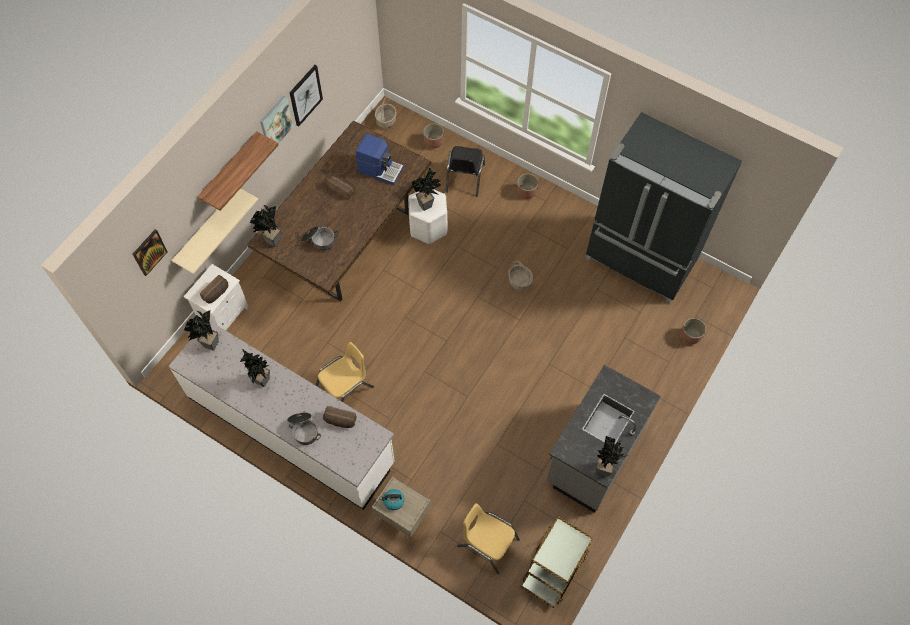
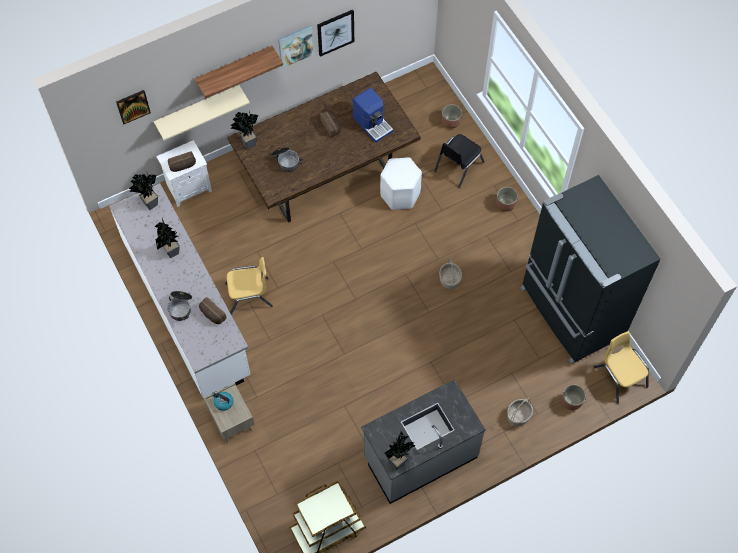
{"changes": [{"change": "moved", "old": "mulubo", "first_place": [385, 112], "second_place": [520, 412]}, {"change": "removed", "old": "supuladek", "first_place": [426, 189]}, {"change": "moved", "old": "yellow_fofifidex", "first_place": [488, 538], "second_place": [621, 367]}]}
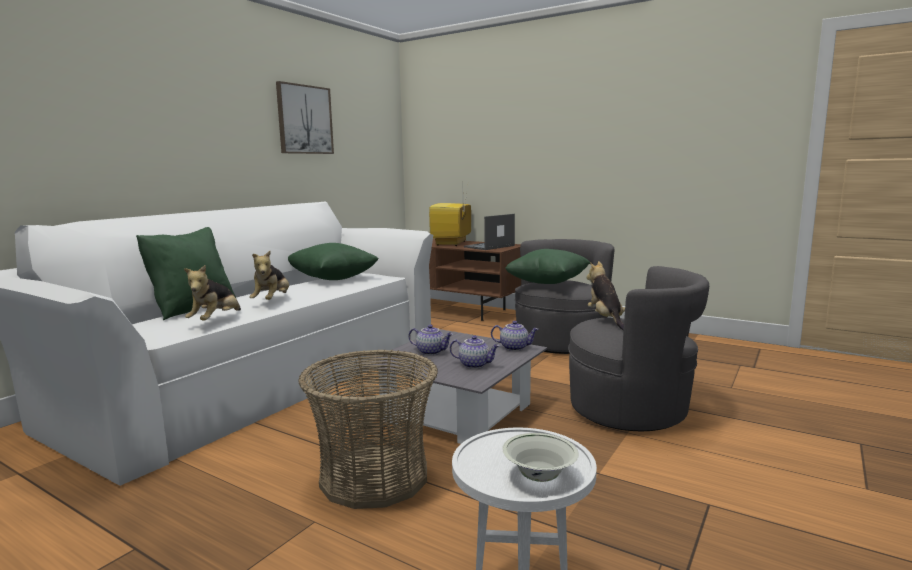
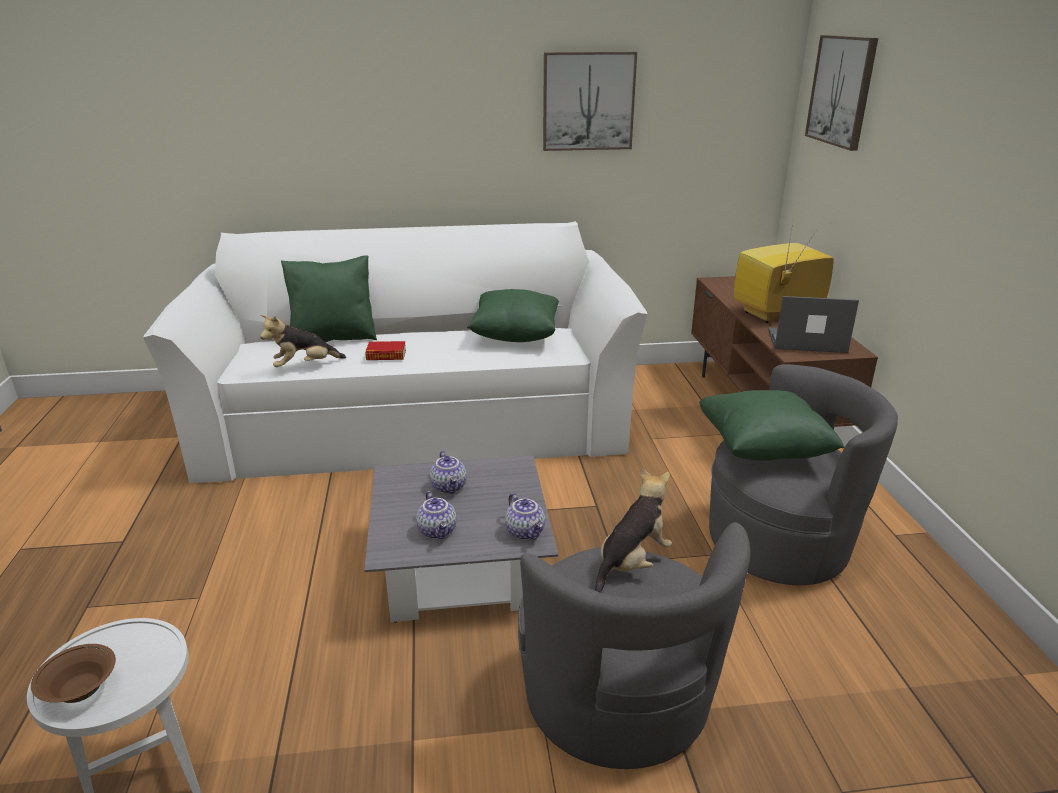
{"changes": [{"change": "replaced", "old": "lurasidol", "new": "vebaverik", "first_place": [269, 275], "second_place": [385, 350]}, {"change": "removed", "old": "mulubo", "first_place": [368, 429]}, {"change": "recoloured", "old": "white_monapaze", "new": "brown_monapaze", "first_place": [540, 457], "second_place": [73, 673]}, {"change": "added", "new": "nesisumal", "second_place": [841, 93]}]}
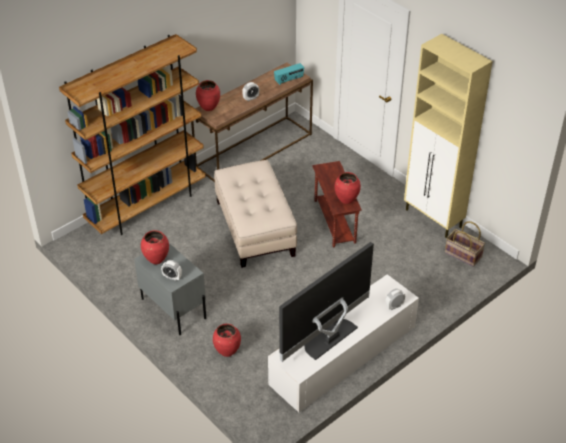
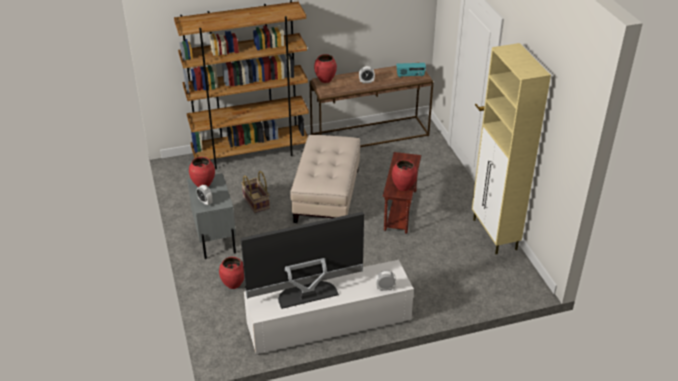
{"changes": [{"change": "moved", "old": "mulubo", "first_place": [465, 244], "second_place": [255, 192]}]}
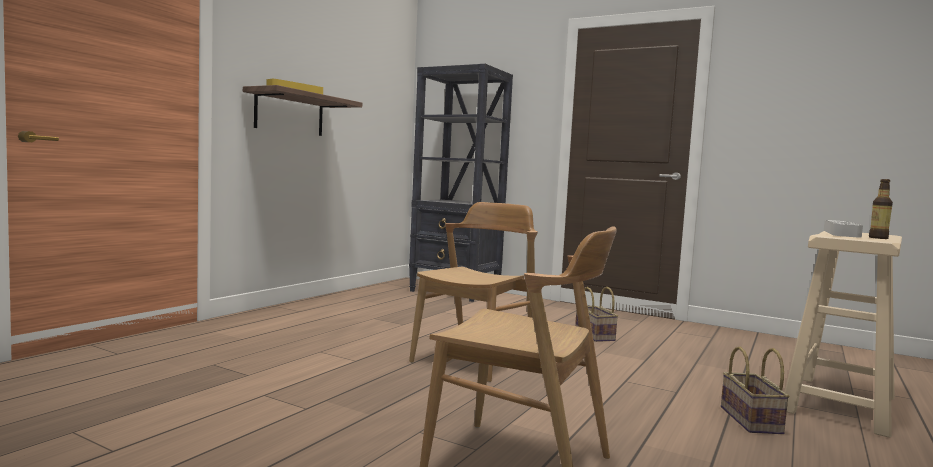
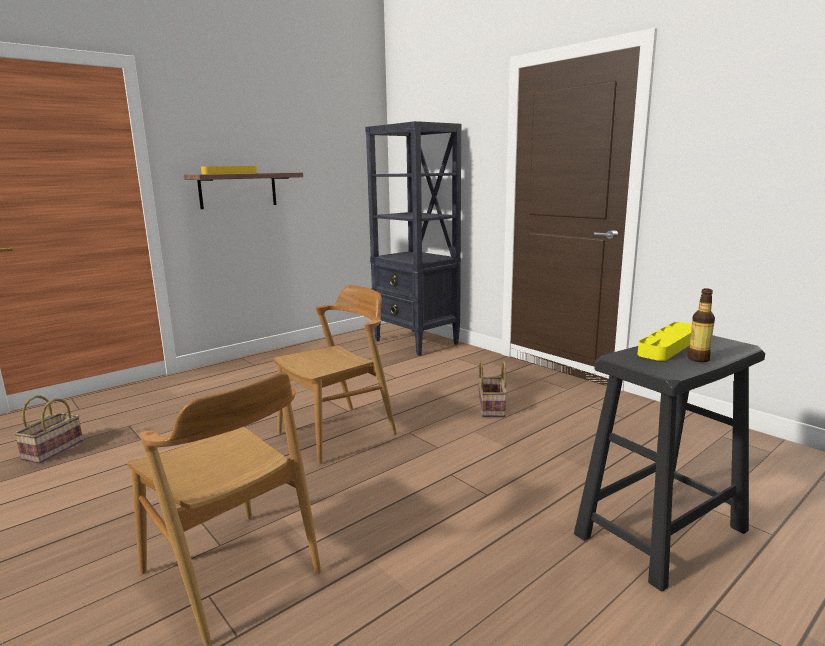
{"changes": [{"change": "recoloured", "old": "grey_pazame", "new": "yellow_pazame", "first_place": [843, 229], "second_place": [664, 341]}, {"change": "recoloured", "old": "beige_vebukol", "new": "black_vebukol", "first_place": [843, 334], "second_place": [669, 463]}, {"change": "moved", "old": "mulubo", "first_place": [755, 390], "second_place": [48, 429]}]}
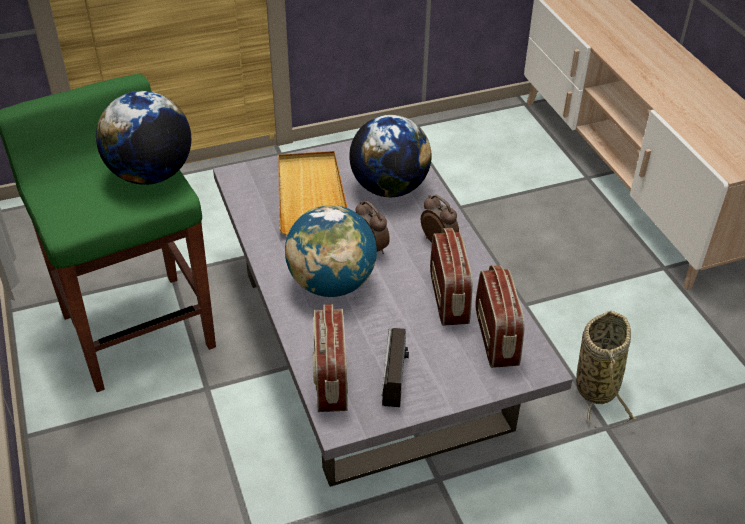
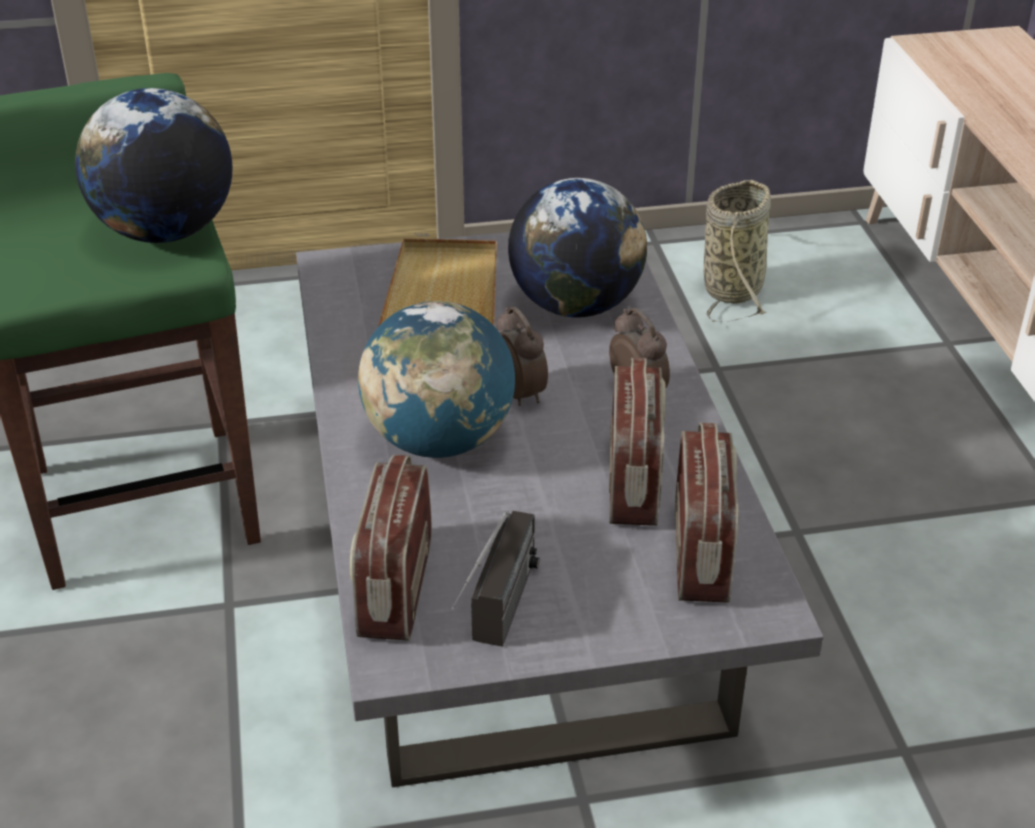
{"changes": [{"change": "moved", "old": "mulubo", "first_place": [606, 369], "second_place": [737, 251]}]}
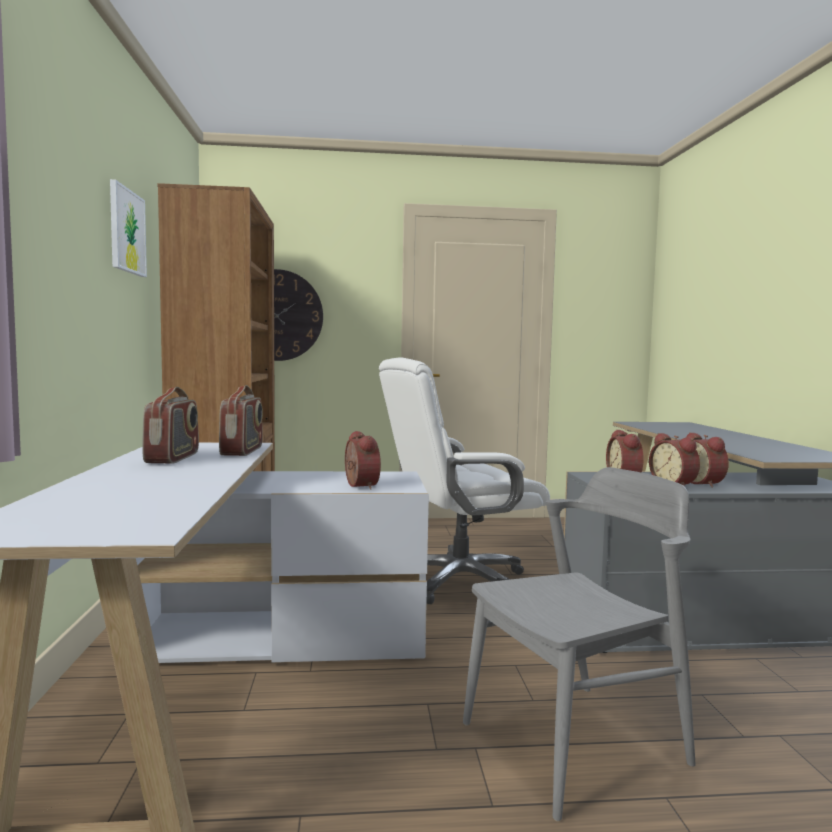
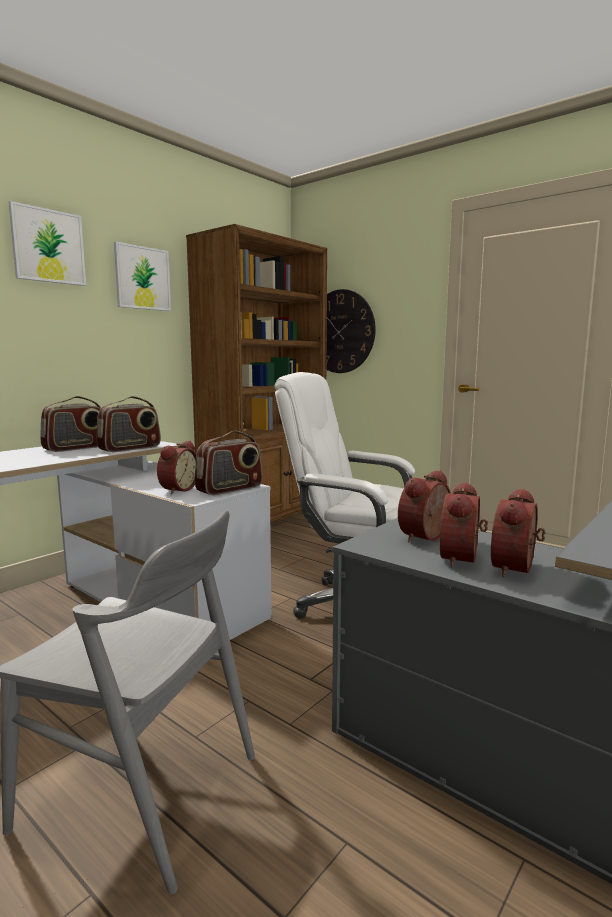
{"changes": [{"change": "added", "new": "nesisumal", "second_place": [47, 243]}, {"change": "added", "new": "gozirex", "second_place": [228, 463]}]}
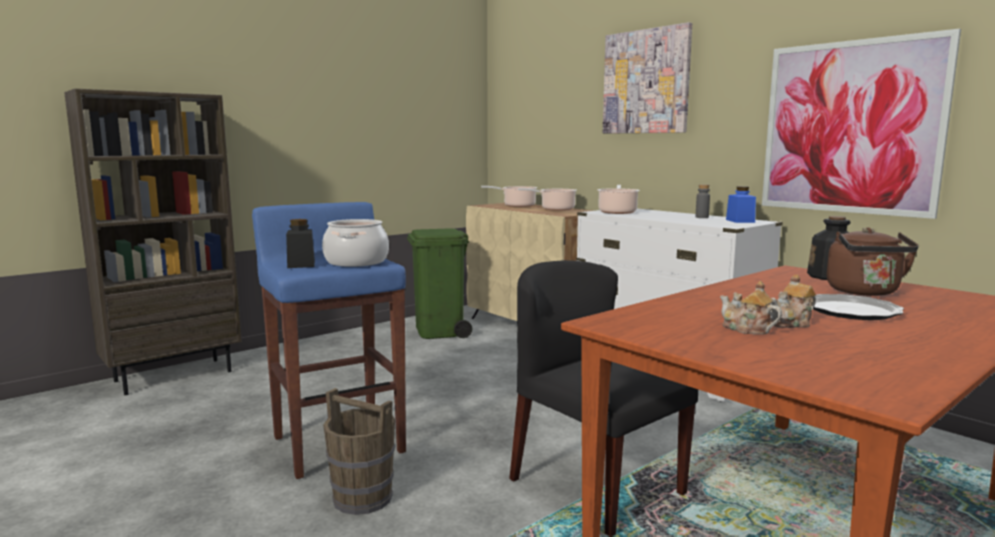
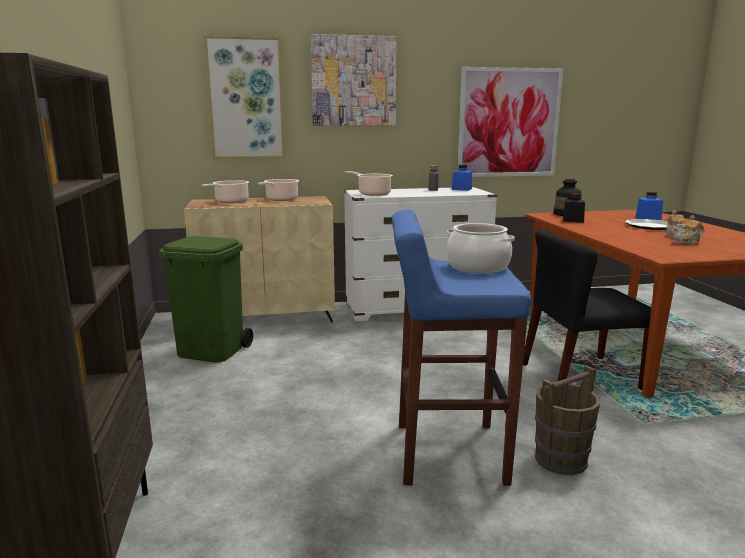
{"changes": [{"change": "moved", "old": "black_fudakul", "first_place": [300, 243], "second_place": [574, 208]}, {"change": "removed", "old": "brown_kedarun", "first_place": [872, 261]}, {"change": "added", "new": "nesisumal", "second_place": [244, 97]}, {"change": "added", "new": "blue_fudakul", "second_place": [649, 206]}]}
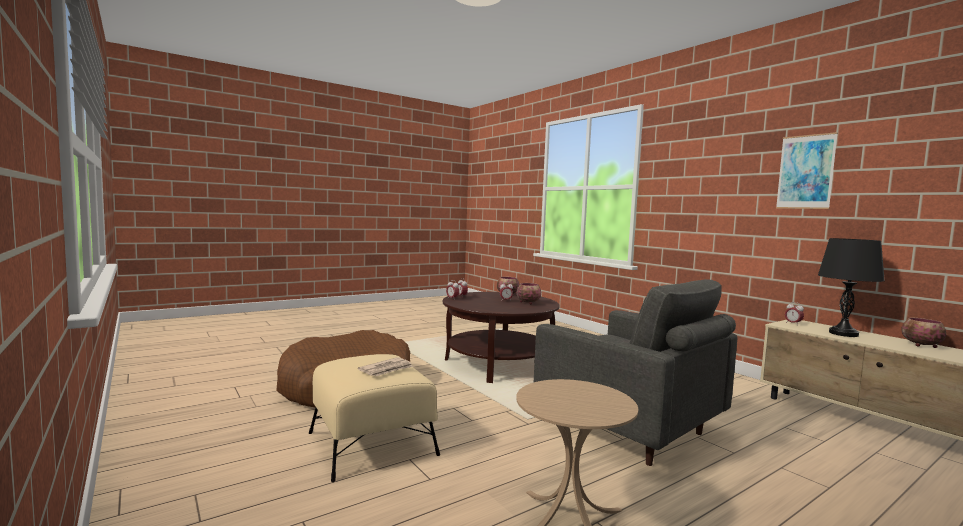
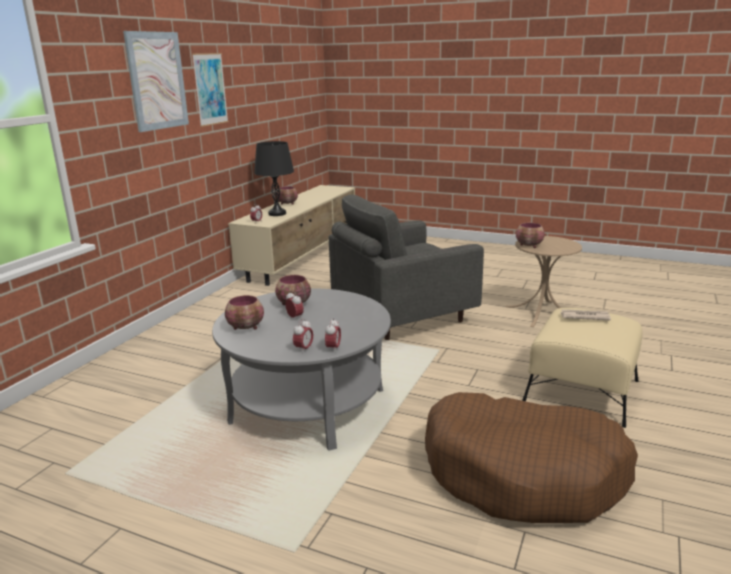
{"changes": [{"change": "turned", "old": "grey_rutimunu", "first_place": [635, 372], "second_place": [406, 267], "degrees": -135}, {"change": "recoloured", "old": "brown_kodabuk", "new": "grey_kodabuk", "first_place": [501, 337], "second_place": [301, 370]}, {"change": "added", "new": "nesisumal", "second_place": [156, 81]}, {"change": "added", "new": "monapaze", "second_place": [530, 235]}]}
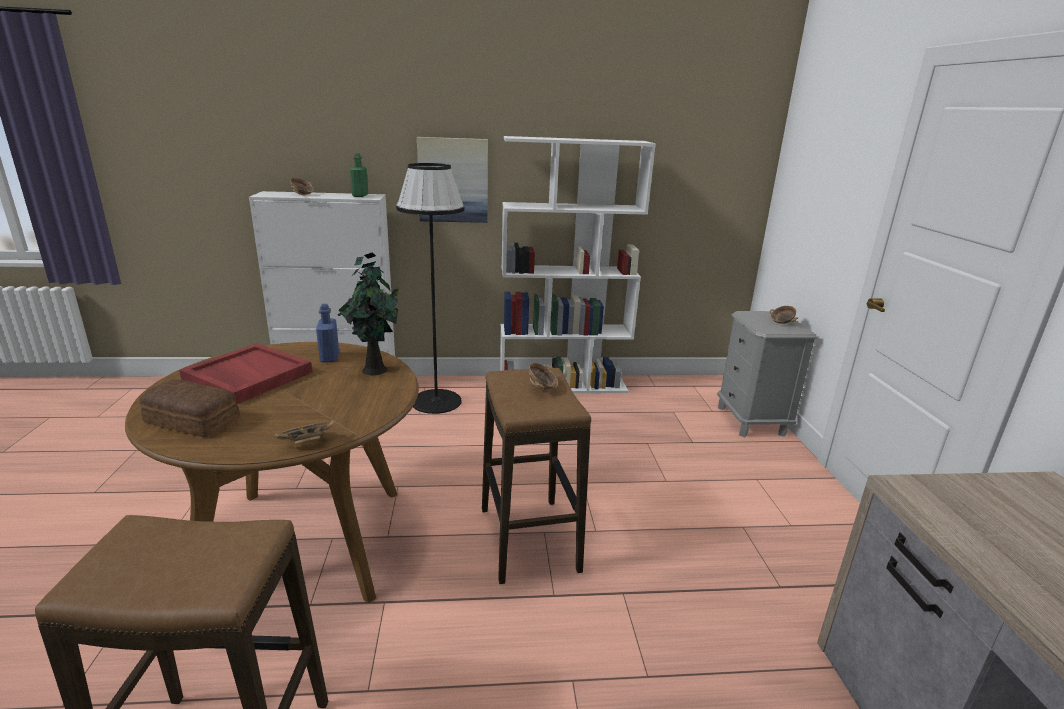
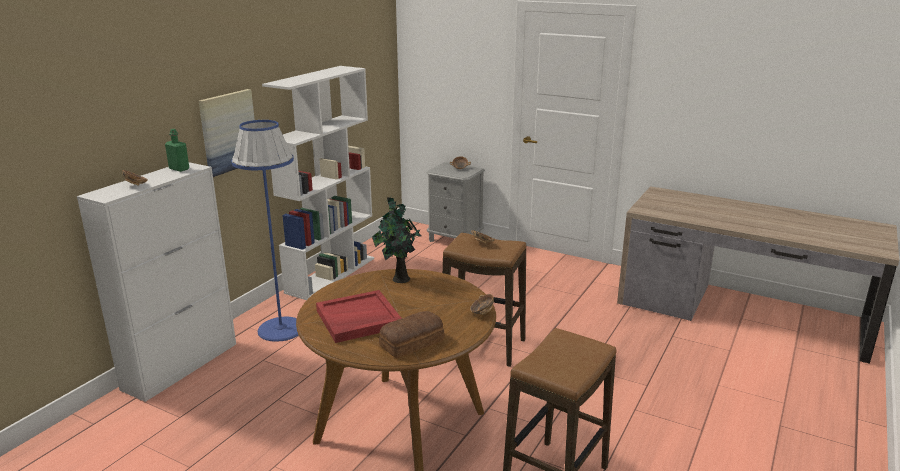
{"changes": [{"change": "recoloured", "old": "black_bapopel", "new": "blue_bapopel", "first_place": [430, 288], "second_place": [265, 231]}, {"change": "removed", "old": "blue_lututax", "first_place": [327, 333]}]}
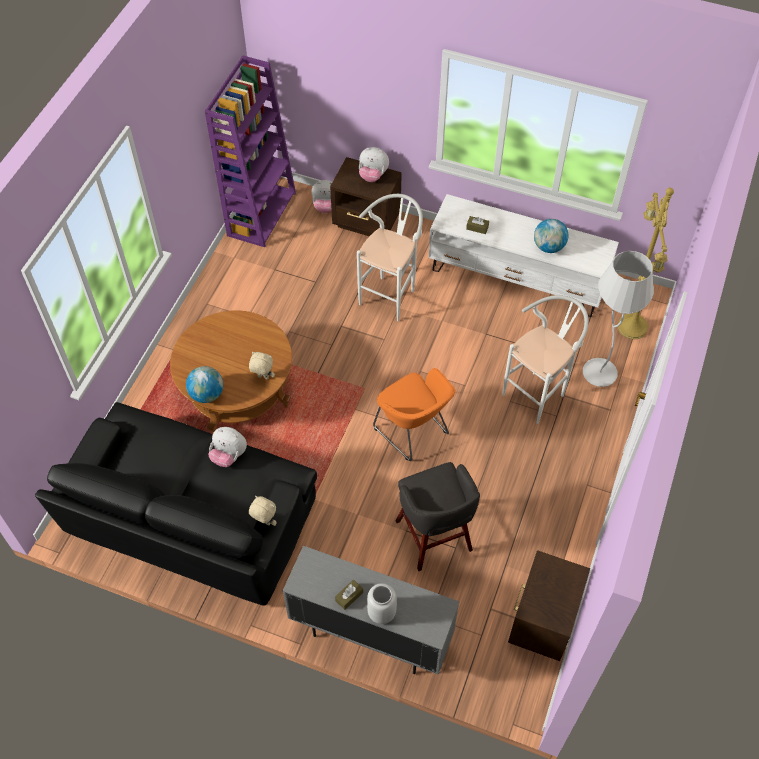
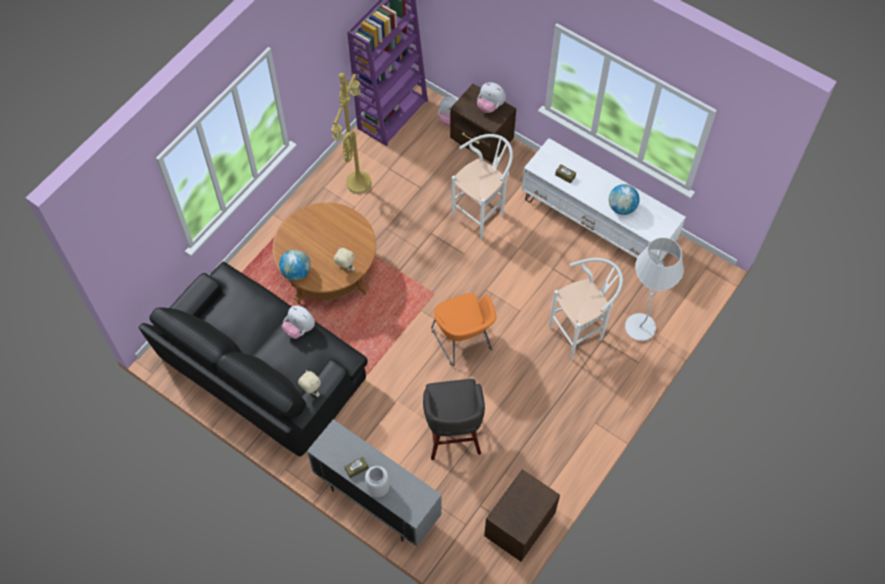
{"changes": [{"change": "moved", "old": "yellow_bapopel", "first_place": [646, 263], "second_place": [351, 133]}]}
